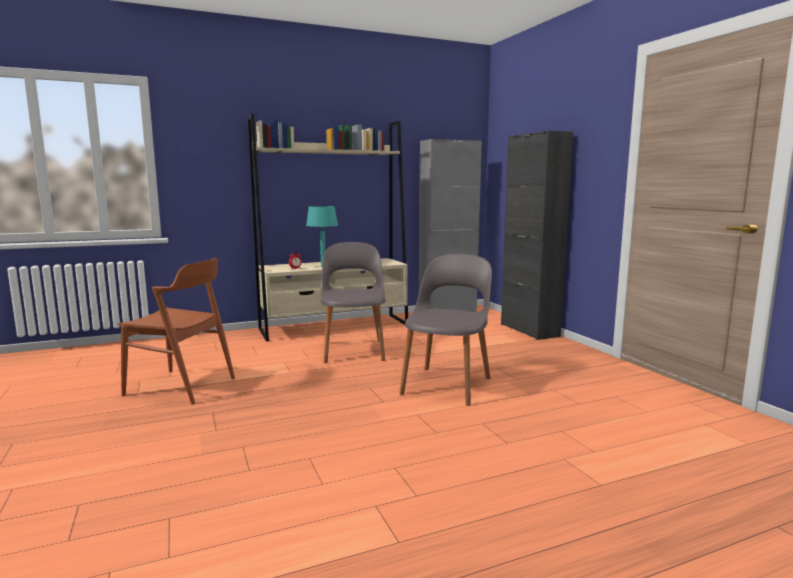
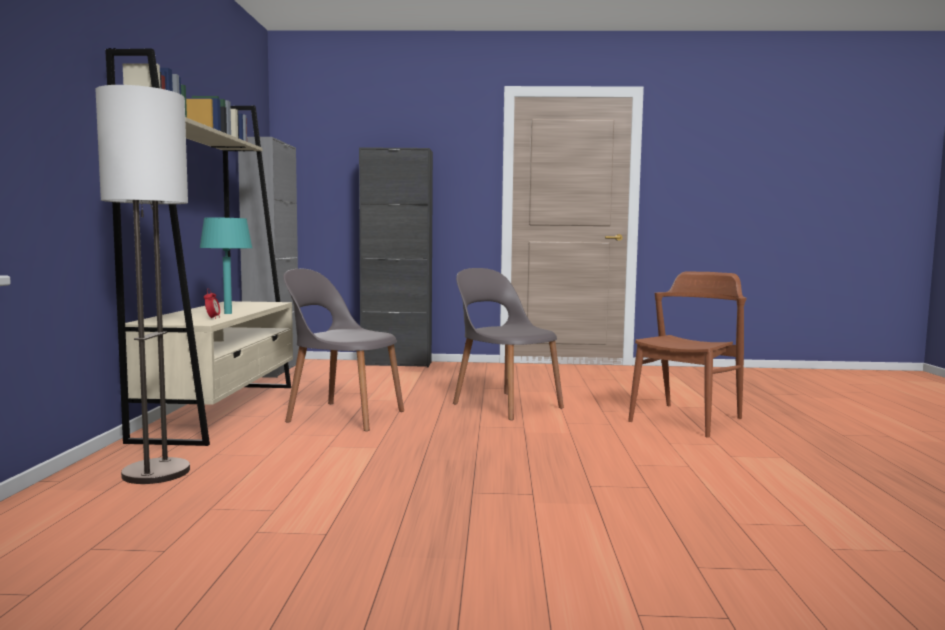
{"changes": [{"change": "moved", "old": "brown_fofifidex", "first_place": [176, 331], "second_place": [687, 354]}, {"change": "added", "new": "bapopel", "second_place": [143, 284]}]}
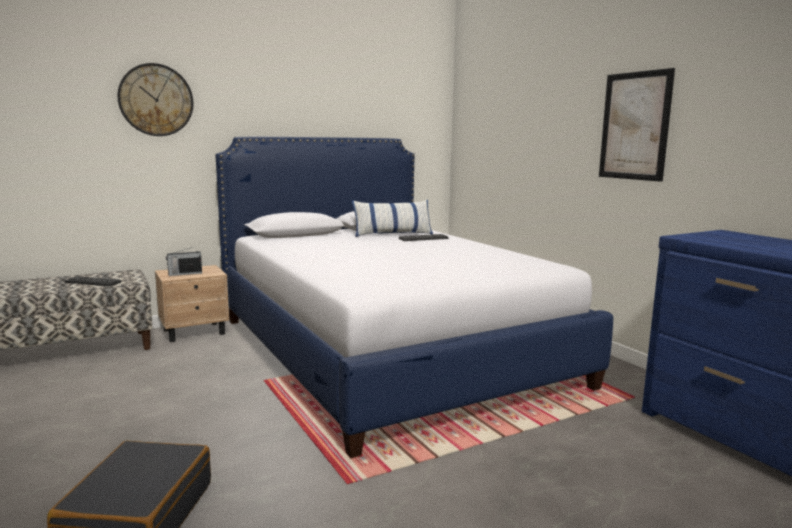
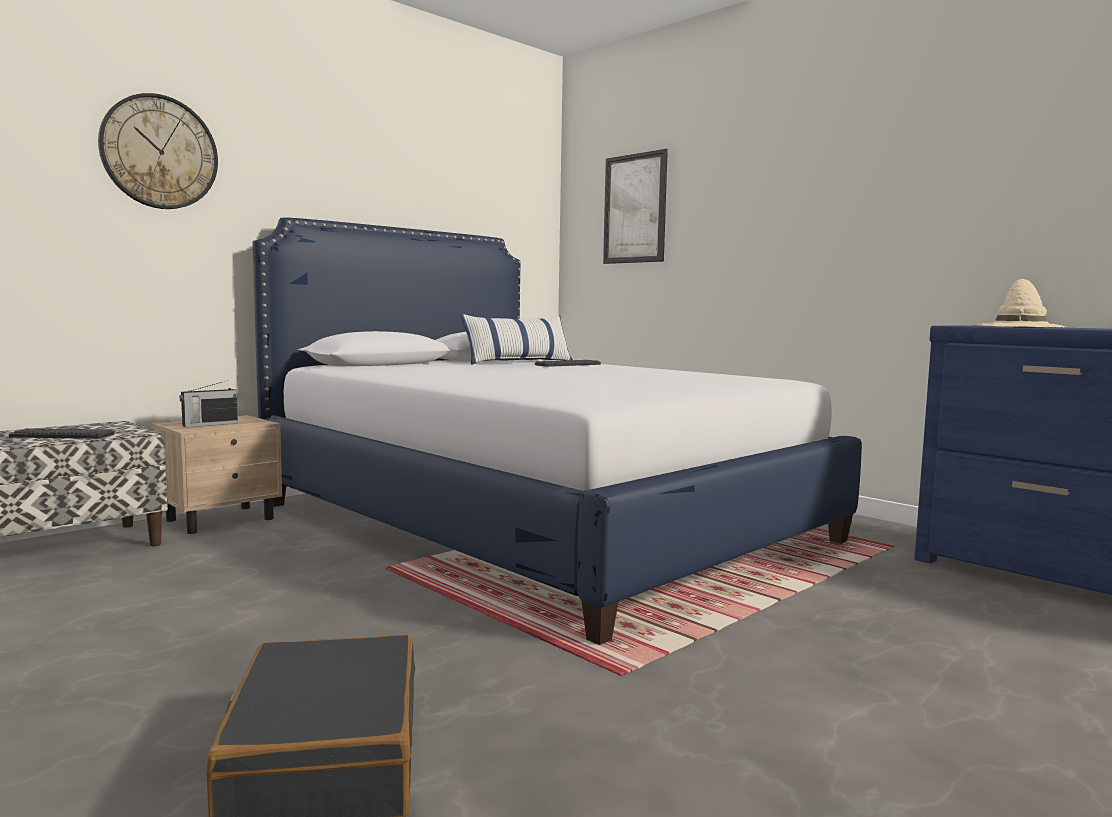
{"changes": [{"change": "moved", "old": "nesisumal", "first_place": [637, 125], "second_place": [635, 206]}, {"change": "added", "new": "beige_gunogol", "second_place": [1021, 303]}]}
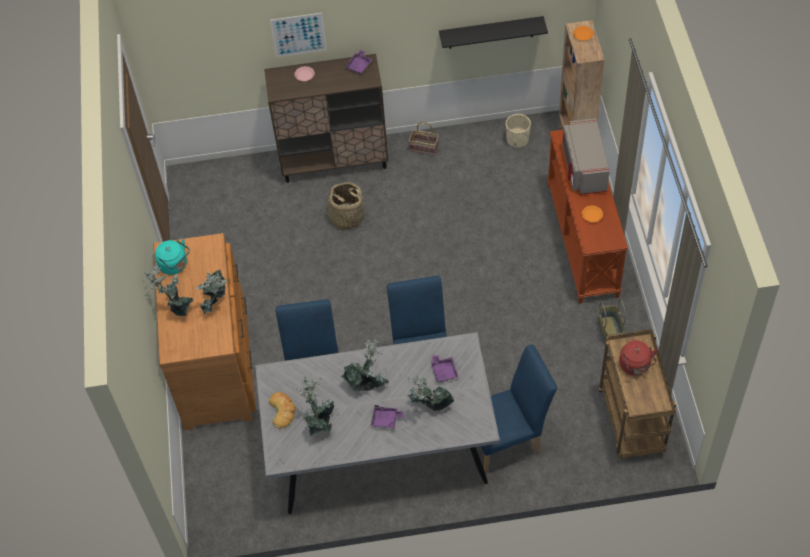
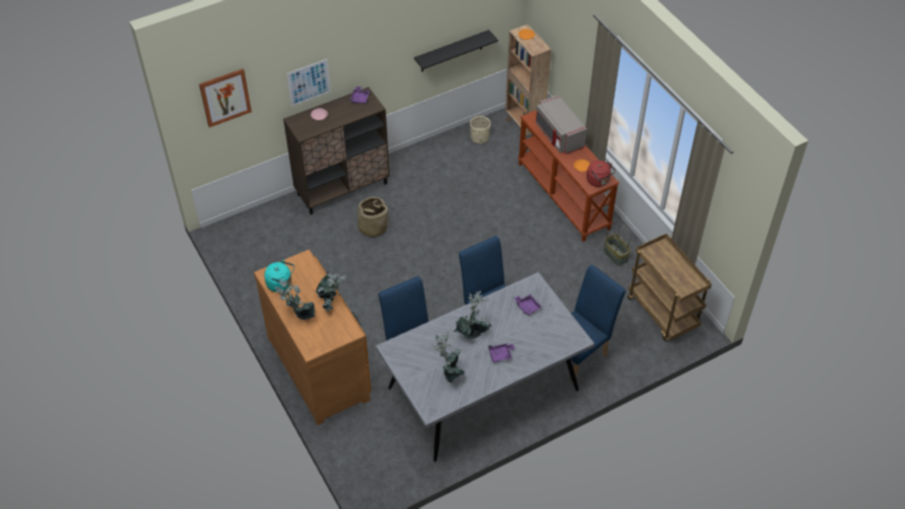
{"changes": [{"change": "removed", "old": "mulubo", "first_place": [424, 139]}, {"change": "moved", "old": "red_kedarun", "first_place": [638, 358], "second_place": [601, 173]}, {"change": "removed", "old": "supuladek", "first_place": [430, 393]}, {"change": "removed", "old": "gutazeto", "first_place": [282, 410]}, {"change": "added", "new": "nesisumal", "second_place": [225, 98]}]}
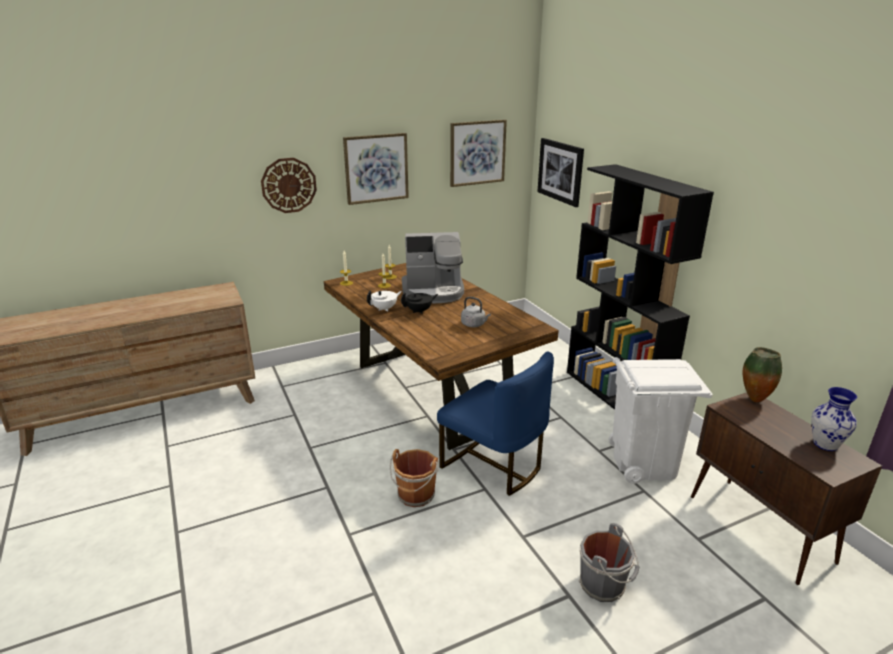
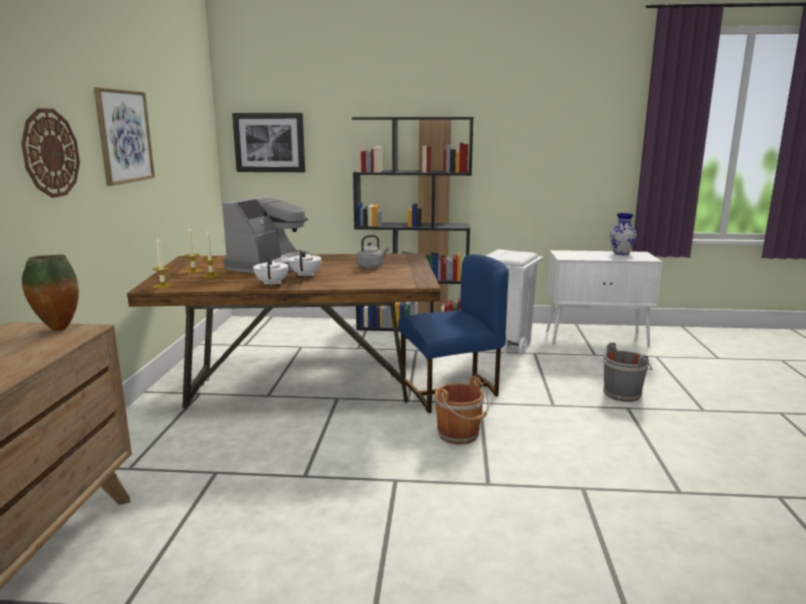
{"changes": [{"change": "removed", "old": "nesisumal", "first_place": [478, 153]}, {"change": "recoloured", "old": "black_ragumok", "new": "white_ragumok", "first_place": [419, 303], "second_place": [304, 264]}, {"change": "moved", "old": "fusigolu", "first_place": [762, 374], "second_place": [50, 293]}, {"change": "recoloured", "old": "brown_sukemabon", "new": "white_sukemabon", "first_place": [786, 488], "second_place": [605, 298]}]}
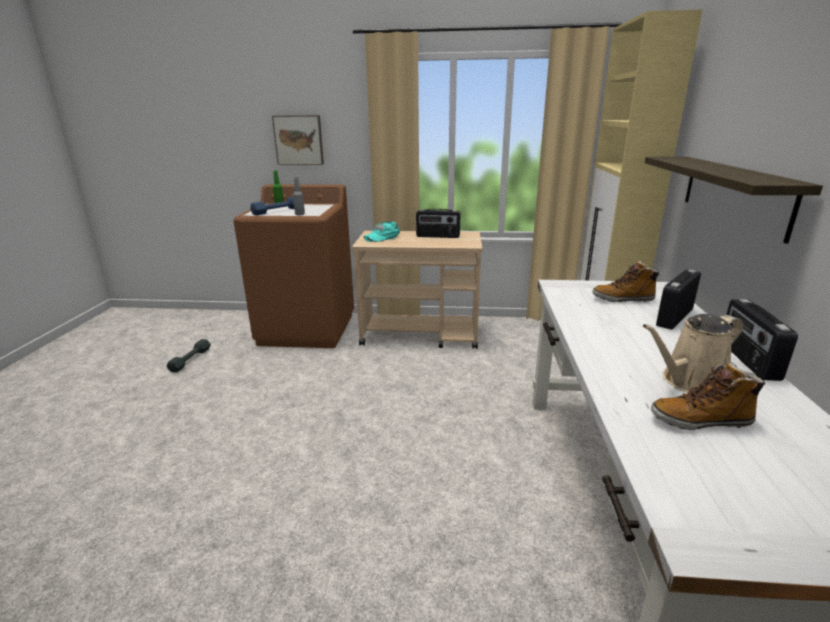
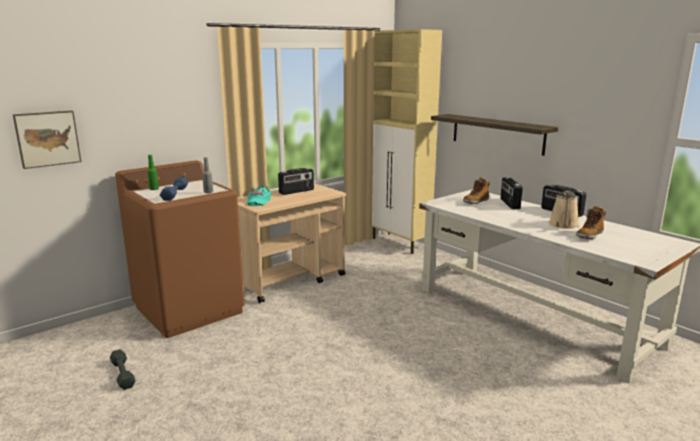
{"changes": [{"change": "moved", "old": "nesisumal", "first_place": [298, 140], "second_place": [47, 140]}]}
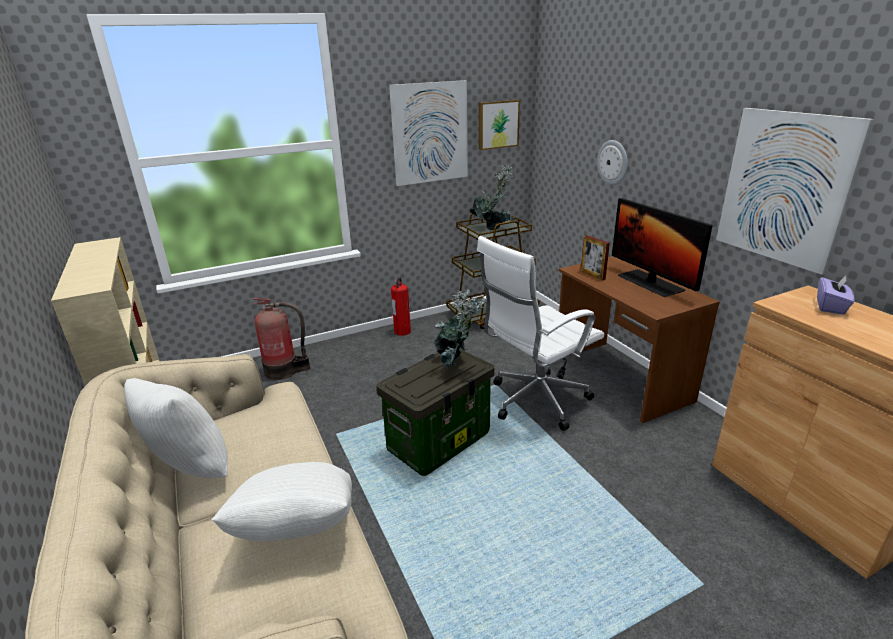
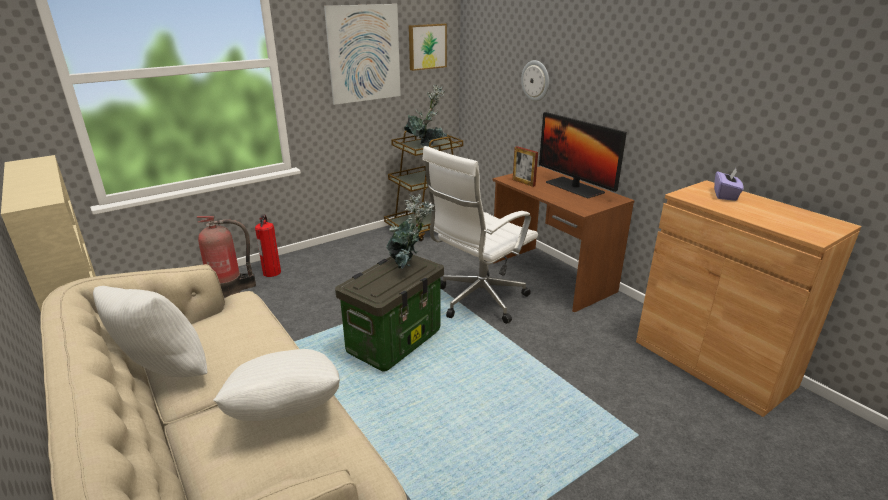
{"changes": [{"change": "removed", "old": "nesisumal", "first_place": [794, 191]}, {"change": "moved", "old": "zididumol", "first_place": [401, 306], "second_place": [268, 245]}]}
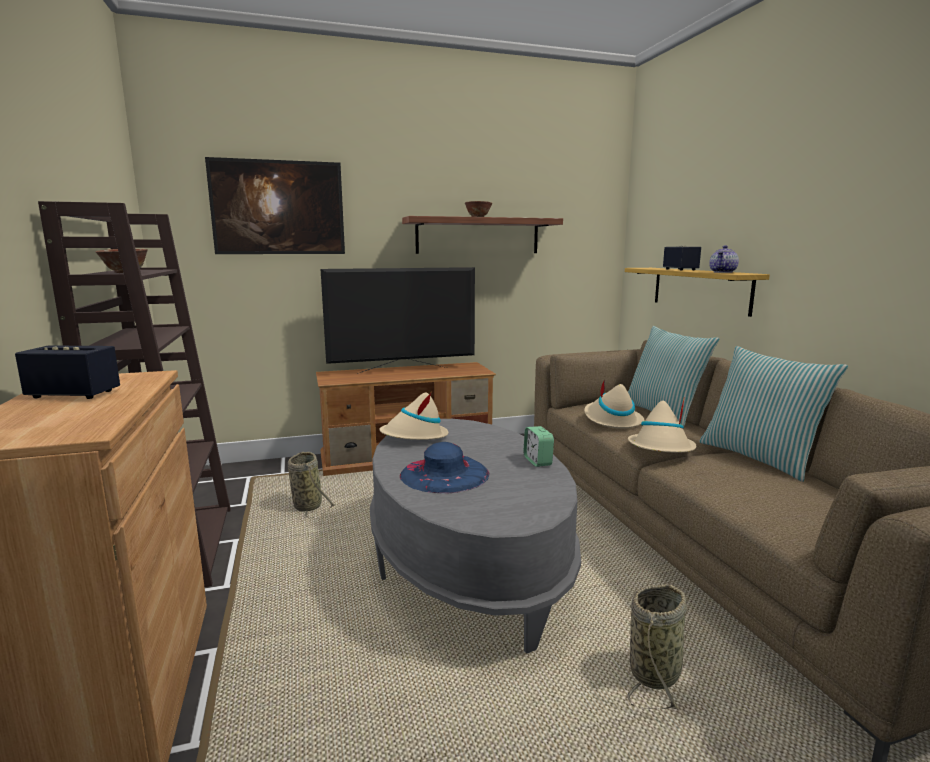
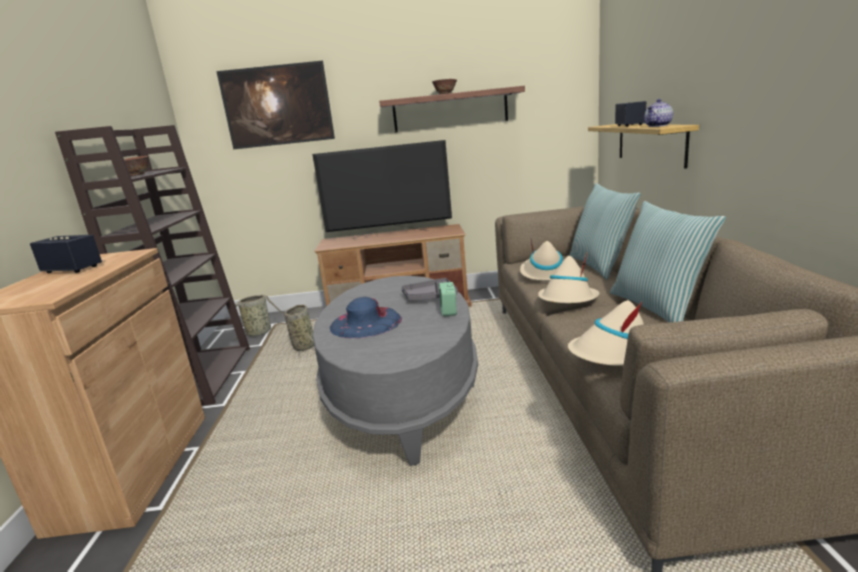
{"changes": [{"change": "moved", "old": "beige_gunogol", "first_place": [413, 416], "second_place": [606, 333]}, {"change": "moved", "old": "mulubo", "first_place": [657, 646], "second_place": [259, 317]}, {"change": "added", "new": "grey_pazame", "second_place": [429, 289]}]}
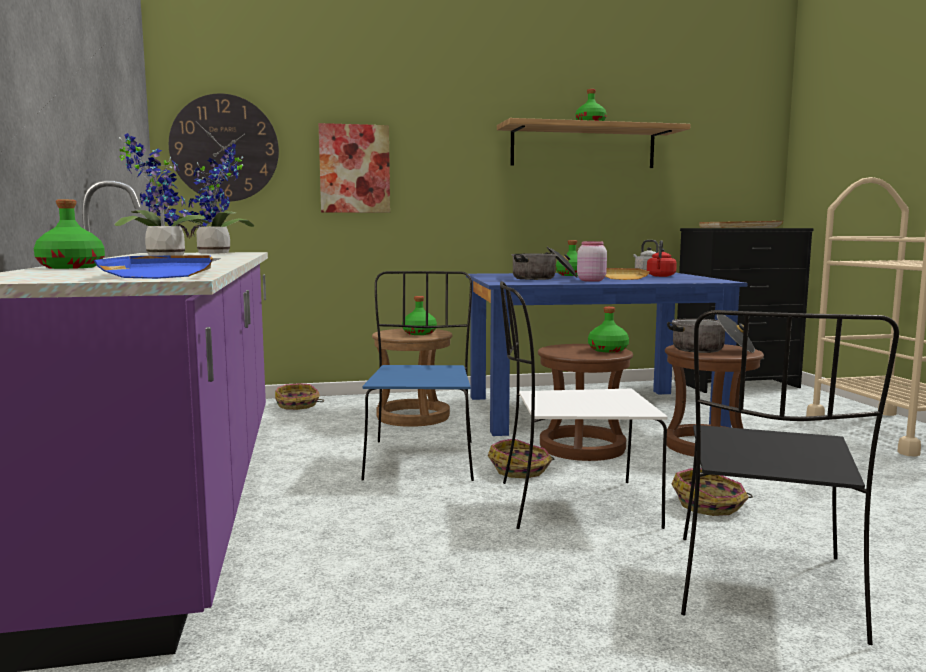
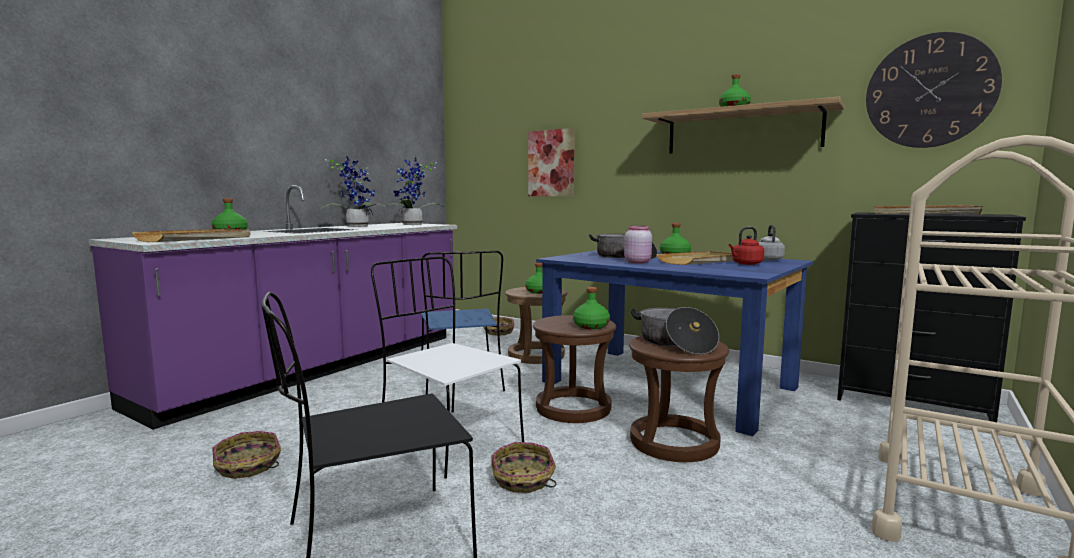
{"changes": [{"change": "moved", "old": "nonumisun", "first_place": [224, 147], "second_place": [934, 90]}, {"change": "recoloured", "old": "blue_pazame", "new": "beige_pazame", "first_place": [153, 267], "second_place": [191, 235]}, {"change": "turned", "old": "blue_fofifidex", "first_place": [417, 376], "second_place": [462, 322], "degrees": 120}, {"change": "moved", "old": "mulubo", "first_place": [521, 458], "second_place": [247, 455]}]}
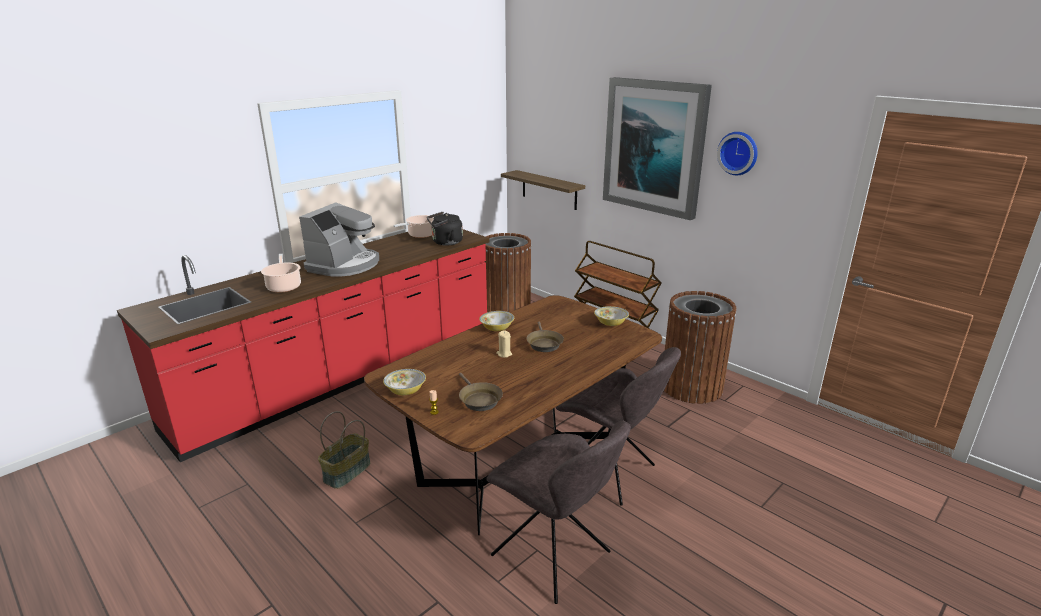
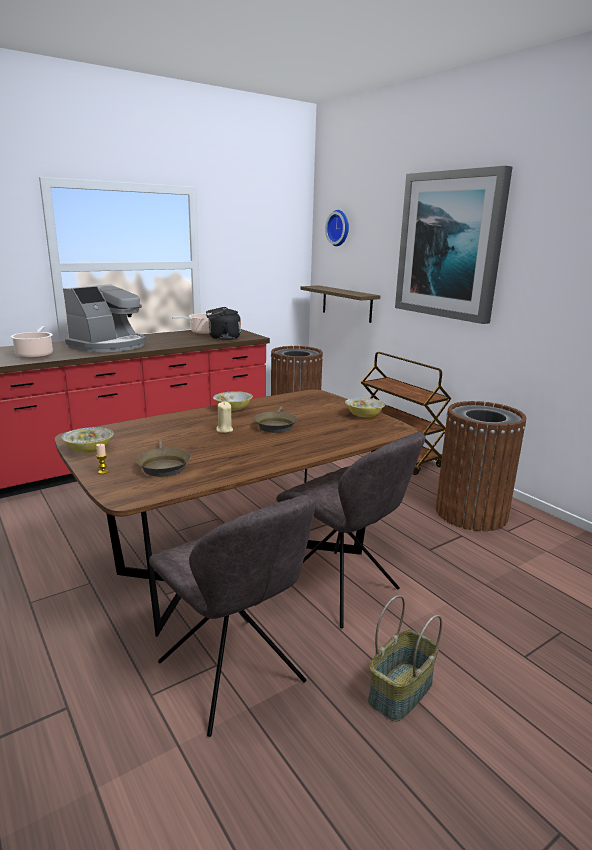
{"changes": [{"change": "moved", "old": "nonumisun", "first_place": [737, 153], "second_place": [337, 228]}, {"change": "moved", "old": "mulubo", "first_place": [344, 450], "second_place": [405, 658]}]}
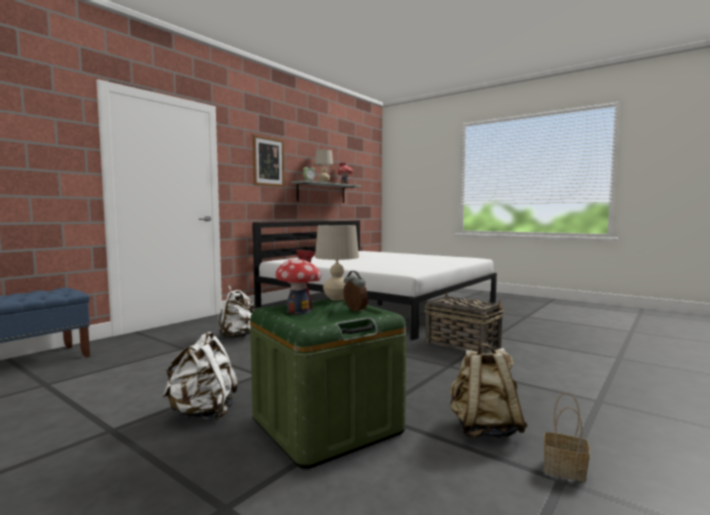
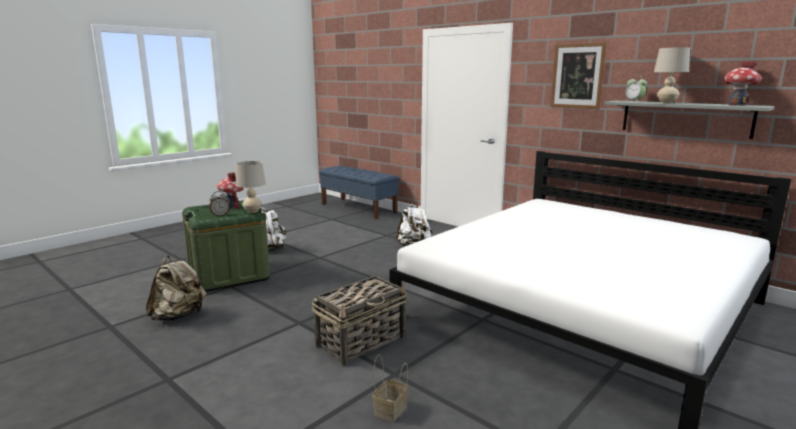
{"changes": [{"change": "moved", "old": "mulubo", "first_place": [567, 437], "second_place": [390, 388]}]}
